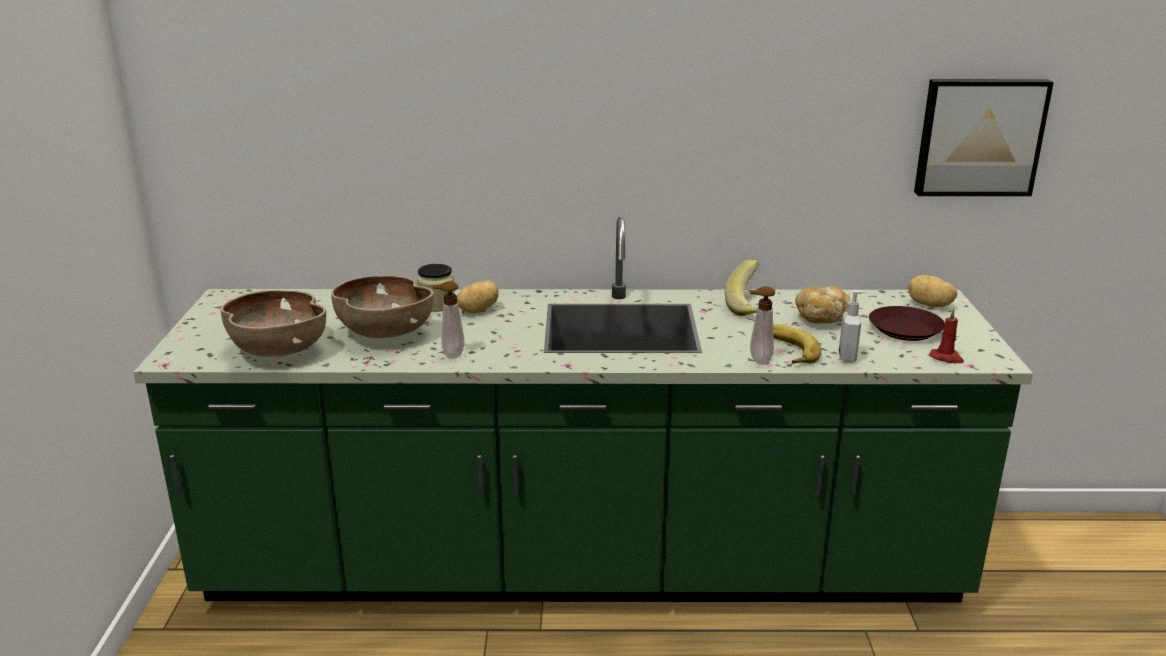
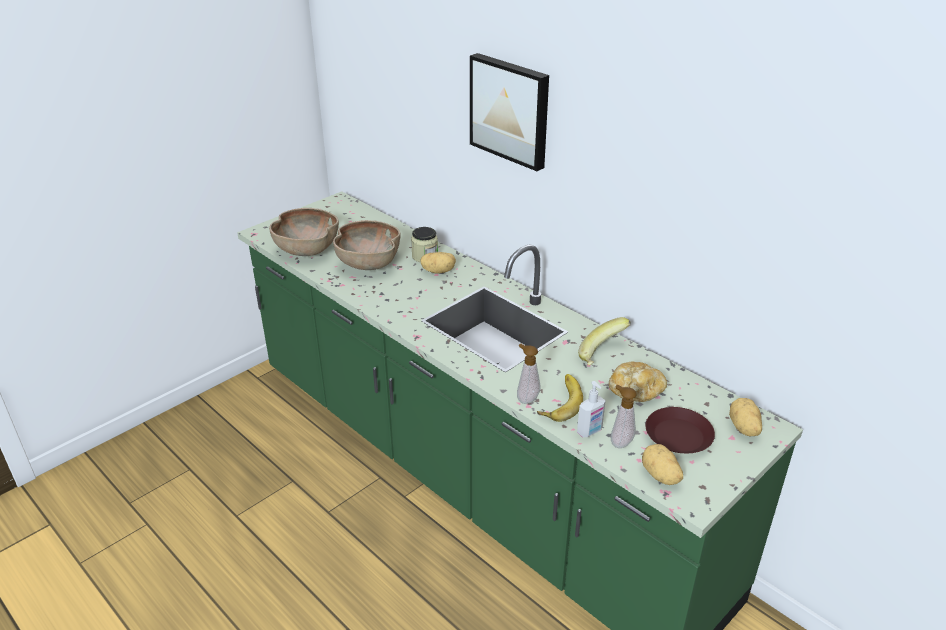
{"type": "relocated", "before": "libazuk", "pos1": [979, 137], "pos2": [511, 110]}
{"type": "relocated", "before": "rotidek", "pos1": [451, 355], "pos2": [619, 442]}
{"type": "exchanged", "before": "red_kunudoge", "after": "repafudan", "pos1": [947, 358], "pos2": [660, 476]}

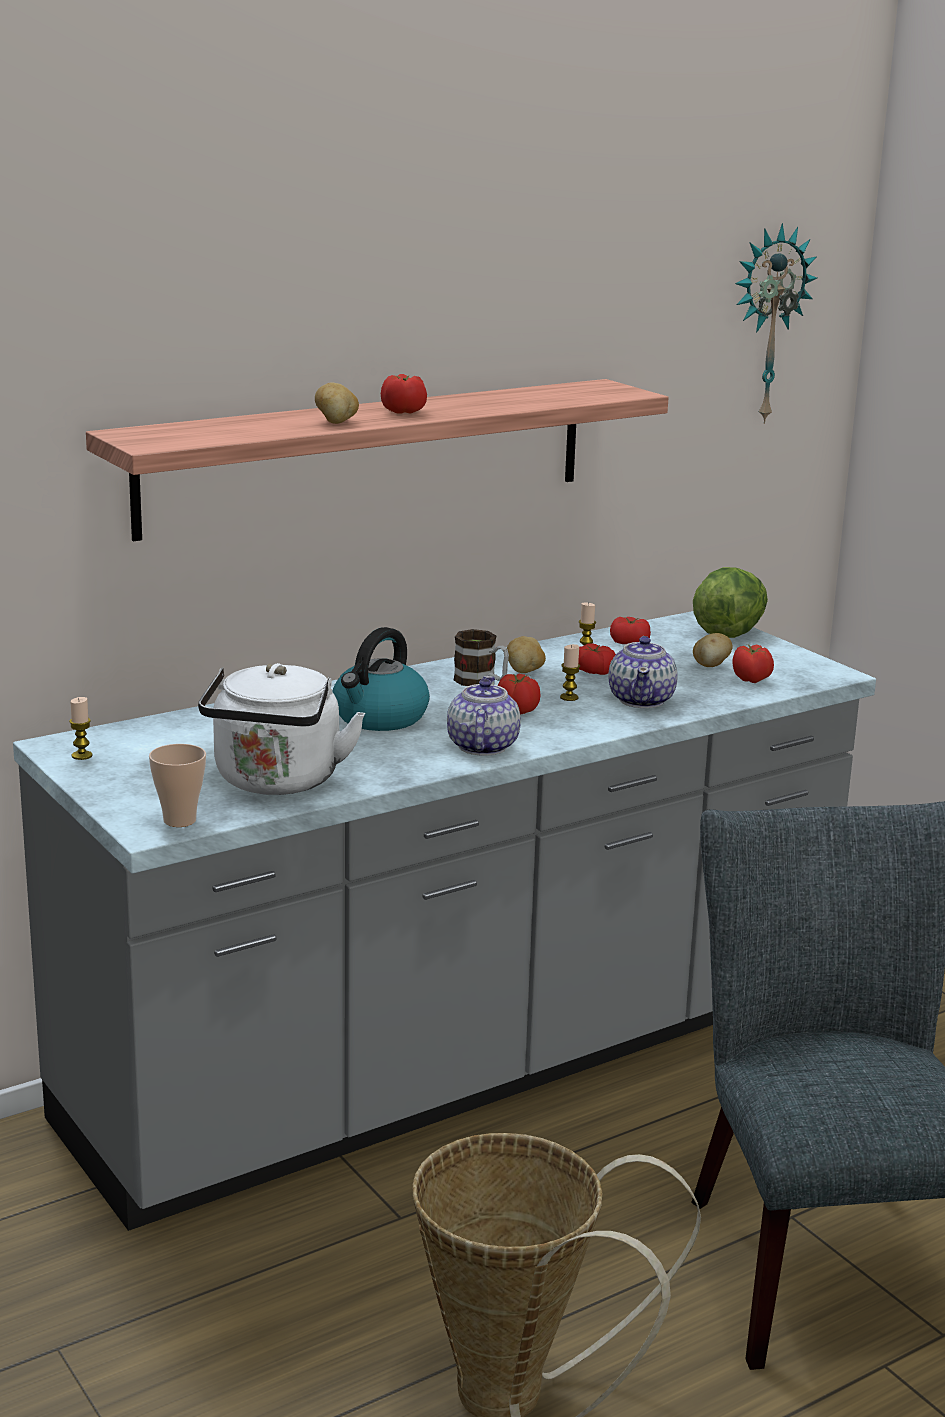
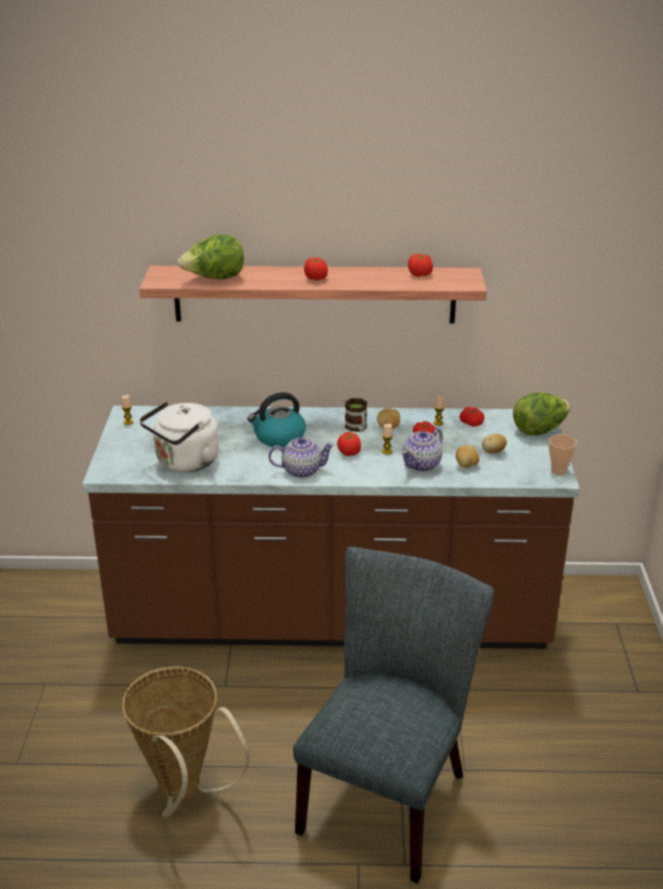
{"type": "missing", "before": "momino", "pos1": [767, 324]}
{"type": "relocated", "before": "repafudan", "pos1": [336, 422], "pos2": [466, 465]}
{"type": "colour", "before": "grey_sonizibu", "after": "brown_sonizibu", "pos1": [462, 1063], "pos2": [331, 619]}
{"type": "relocated", "before": "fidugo", "pos1": [751, 679], "pos2": [420, 275]}
{"type": "spun", "before": "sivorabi", "pos1": [481, 747], "pos2": [301, 470], "turn": 45}
{"type": "relocated", "before": "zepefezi", "pos1": [179, 820], "pos2": [558, 471]}
{"type": "appeared", "after": "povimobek", "pos2": [214, 279]}

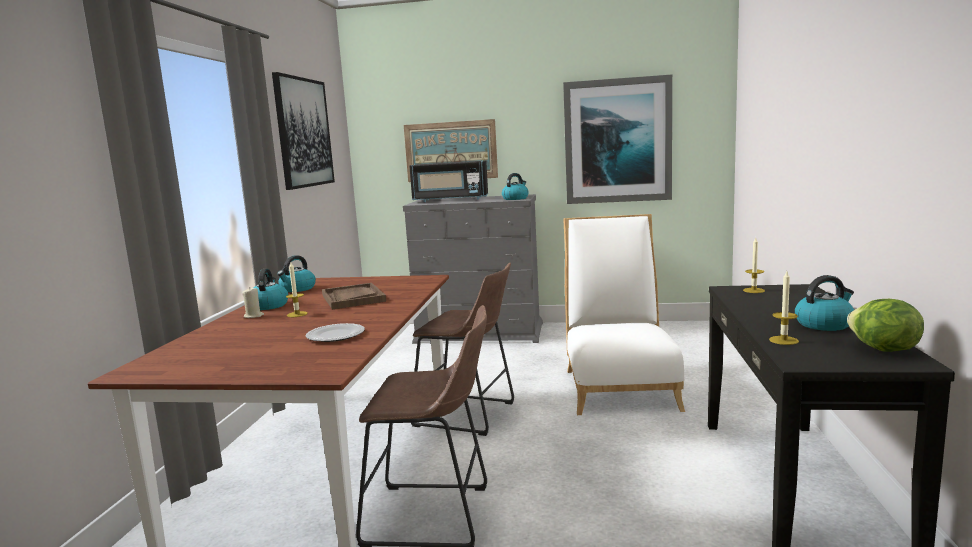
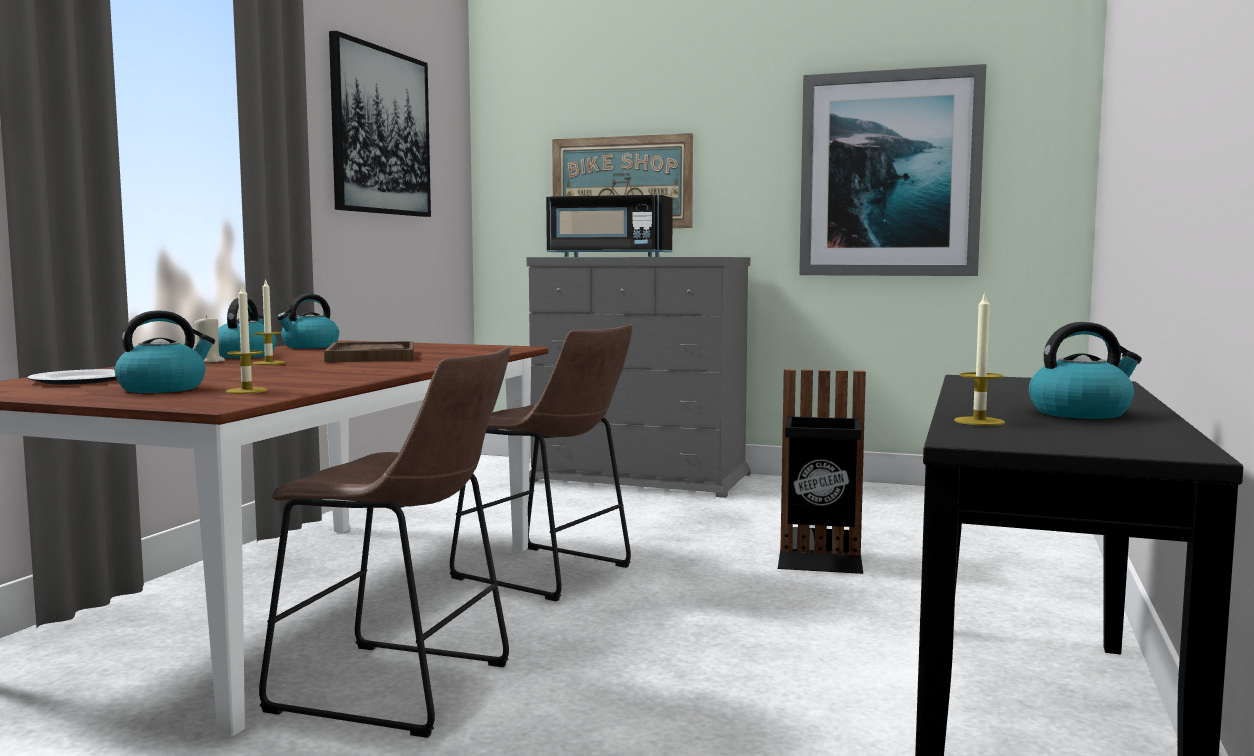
{"type": "relocated", "before": "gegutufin", "pos1": [515, 198], "pos2": [163, 388]}
{"type": "exchanged", "before": "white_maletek", "after": "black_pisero", "pos1": [619, 385], "pos2": [820, 562]}
{"type": "relocated", "before": "kunudoge", "pos1": [754, 290], "pos2": [247, 391]}
{"type": "missing", "before": "povimobek", "pos1": [883, 350]}
{"type": "relocated", "before": "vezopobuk", "pos1": [335, 335], "pos2": [79, 380]}

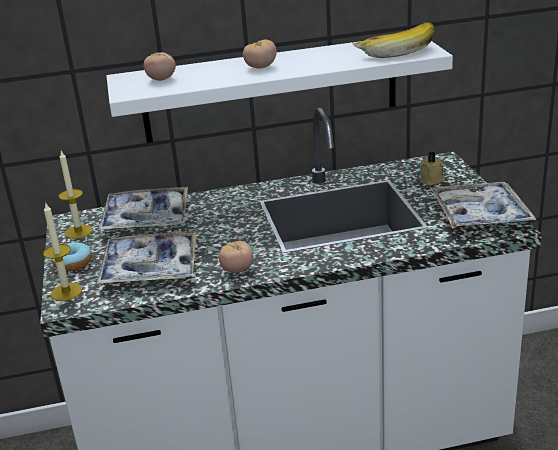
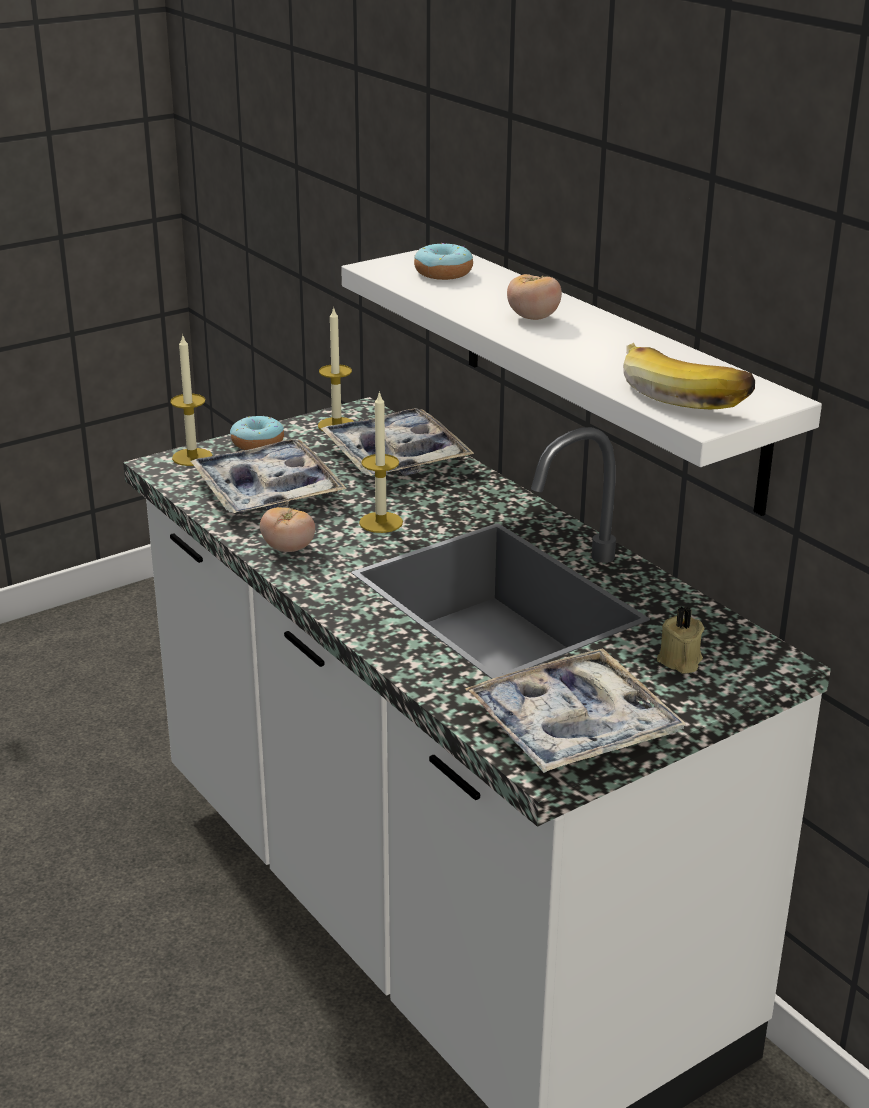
{"type": "exchanged", "before": "fidugo", "after": "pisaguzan", "pos1": [161, 79], "pos2": [443, 273]}
{"type": "appeared", "after": "kunudoge", "pos2": [381, 522]}

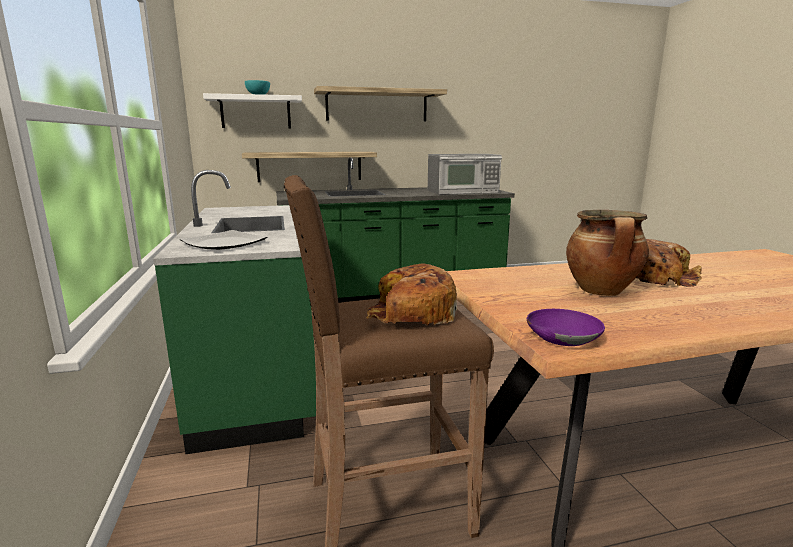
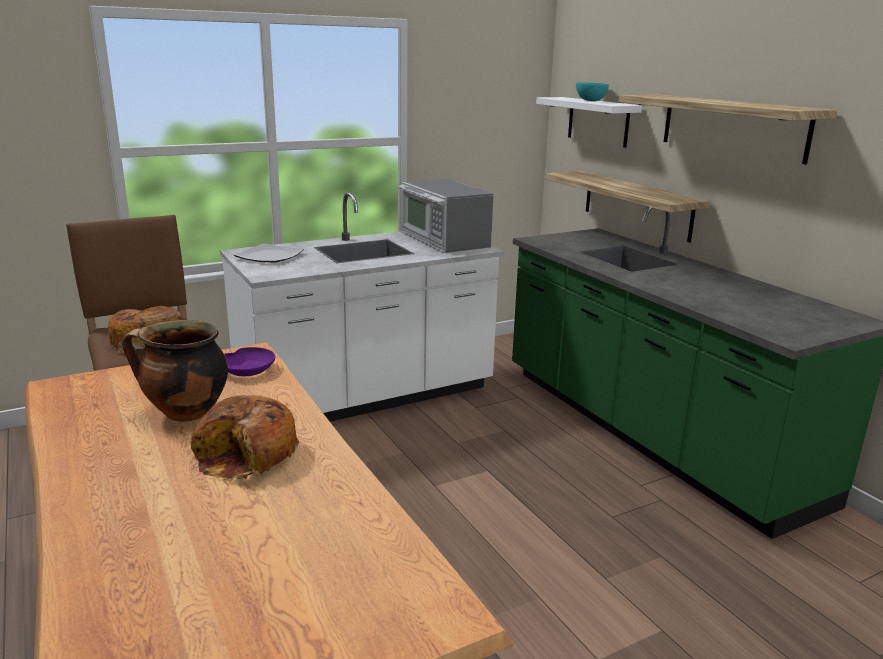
{"type": "relocated", "before": "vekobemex", "pos1": [463, 191], "pos2": [443, 240]}
{"type": "colour", "before": "green_sonizibu", "after": "white_sonizibu", "pos1": [263, 372], "pos2": [366, 396]}
{"type": "relocated", "before": "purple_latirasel", "pos1": [562, 336], "pos2": [249, 369]}

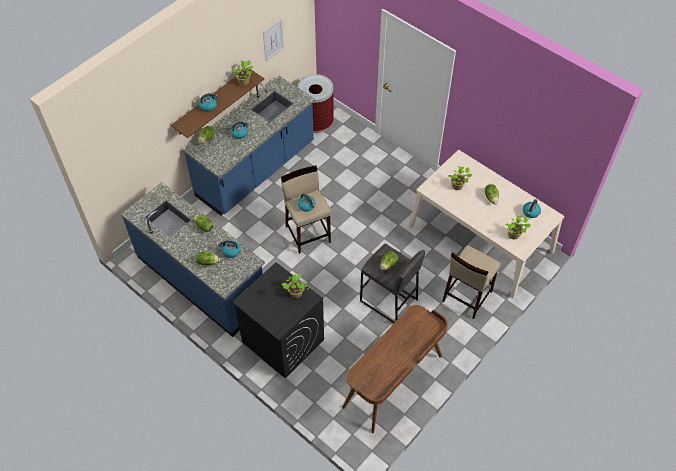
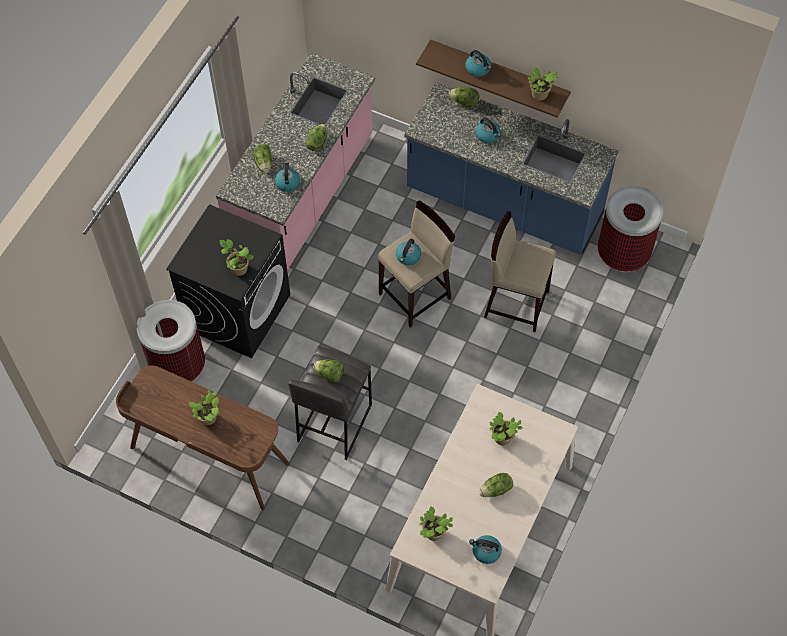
{"type": "missing", "before": "libazuk", "pos1": [273, 40]}
{"type": "colour", "before": "blue_sonizibu", "after": "pink_sonizibu", "pos1": [202, 279], "pos2": [304, 196]}
{"type": "relocated", "before": "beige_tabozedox", "pos1": [466, 296], "pos2": [516, 303]}
{"type": "appeared", "after": "pisero", "pos2": [178, 366]}
{"type": "appeared", "after": "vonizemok", "pos2": [209, 418]}

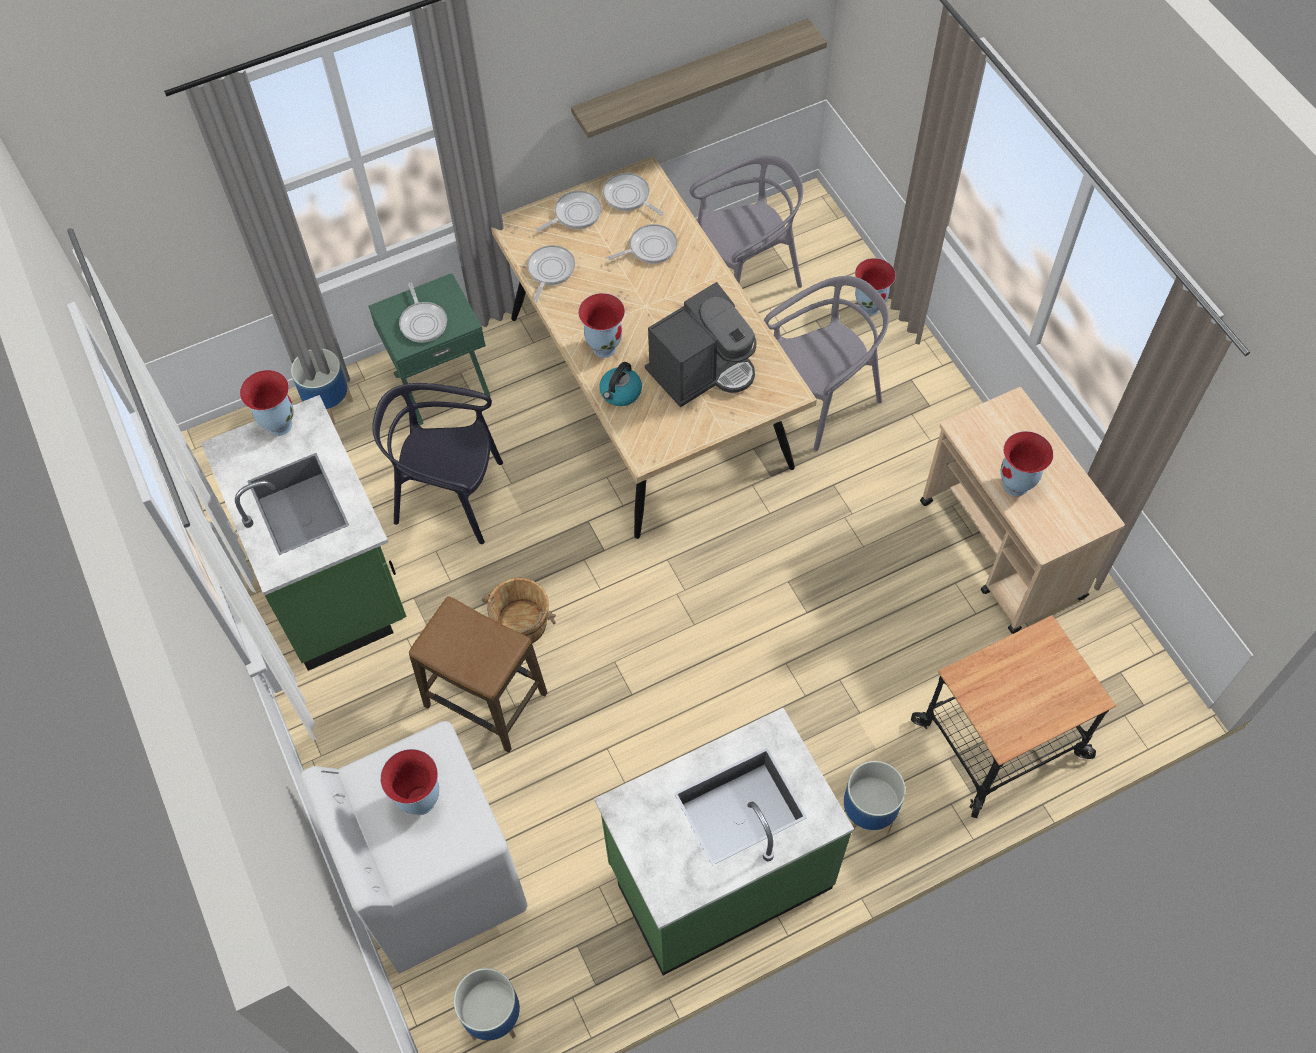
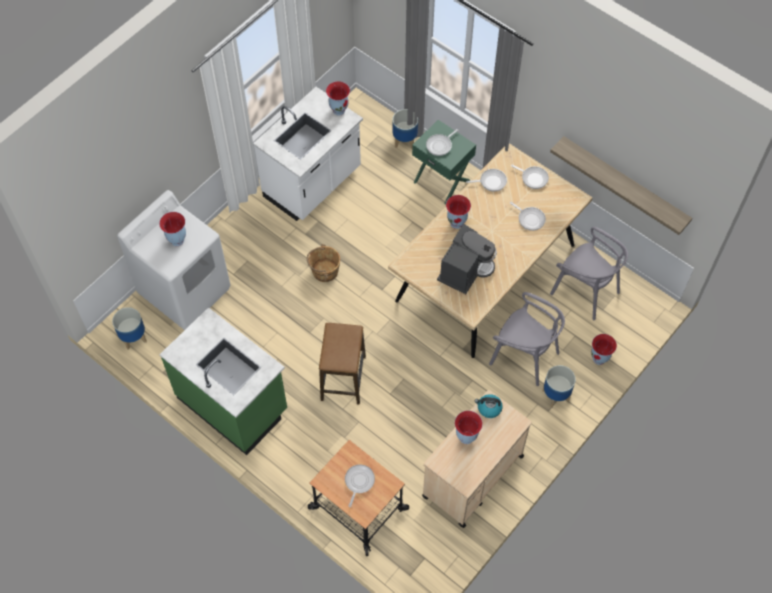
{"type": "relocated", "before": "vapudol", "pos1": [628, 197], "pos2": [358, 482]}
{"type": "spun", "before": "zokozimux", "pos1": [702, 370], "pos2": [465, 270], "turn": -90}
{"type": "relocated", "before": "gegutufin", "pos1": [620, 393], "pos2": [489, 408]}
{"type": "missing", "before": "black_maletek", "pos1": [450, 497]}
{"type": "colour", "before": "green_sonizibu", "after": "white_sonizibu", "pos1": [331, 578], "pos2": [313, 184]}
{"type": "relocated", "before": "tabozedox", "pos1": [485, 700], "pos2": [343, 378]}
{"type": "relocated", "before": "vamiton", "pos1": [868, 814], "pos2": [555, 395]}

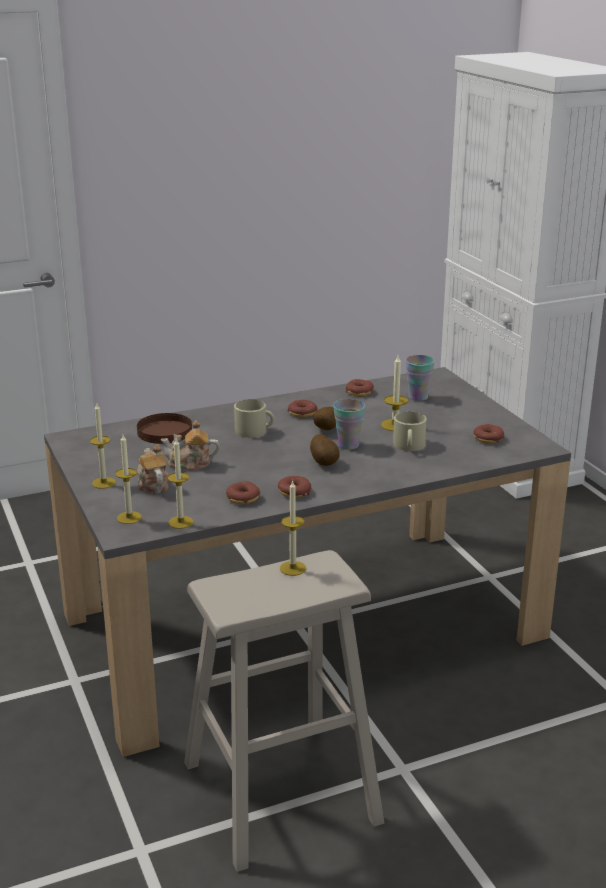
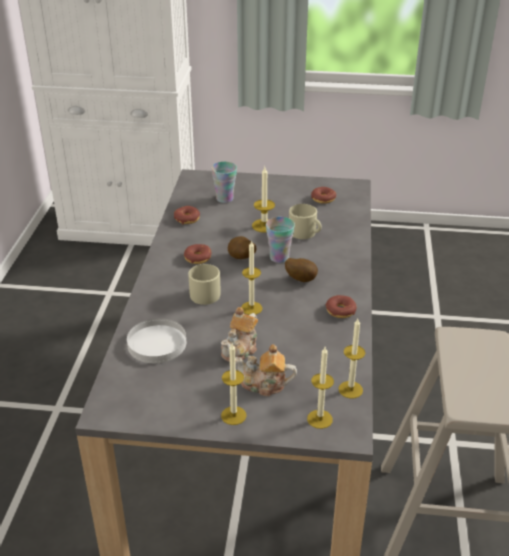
{"type": "colour", "before": "brown_vezopobuk", "after": "white_vezopobuk", "pos1": [164, 431], "pos2": [156, 343]}
{"type": "relocated", "before": "kunudoge", "pos1": [293, 568], "pos2": [251, 308]}
{"type": "missing", "before": "pisaguzan", "pos1": [243, 498]}

